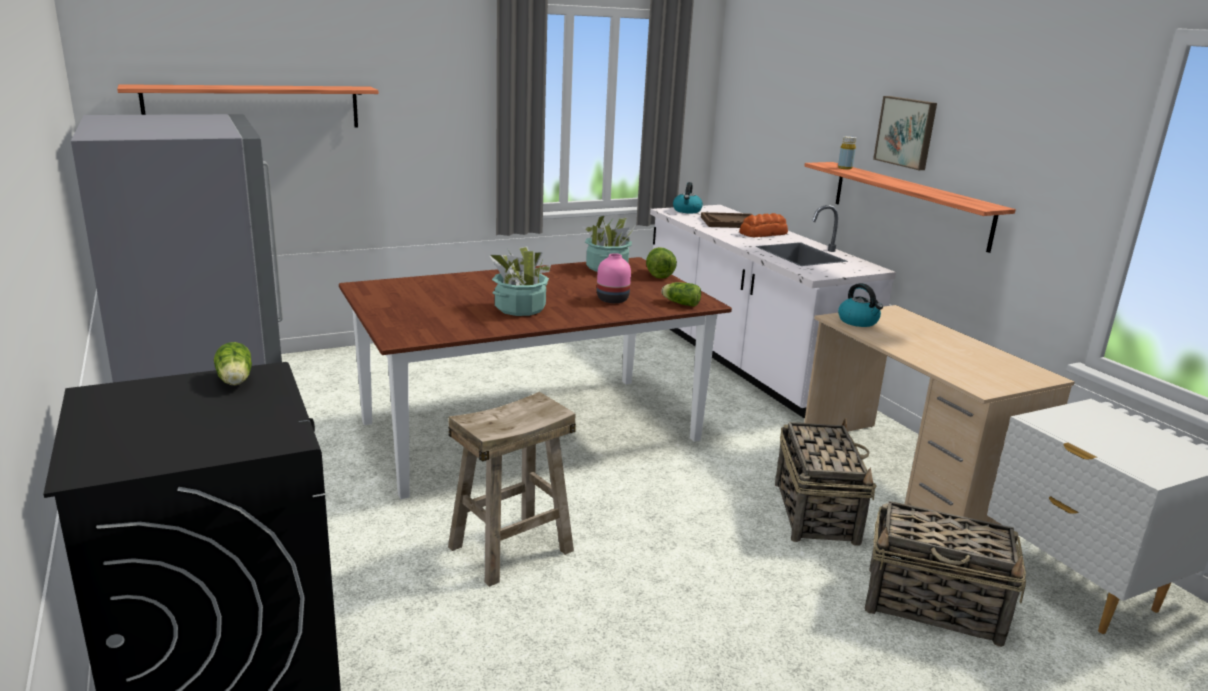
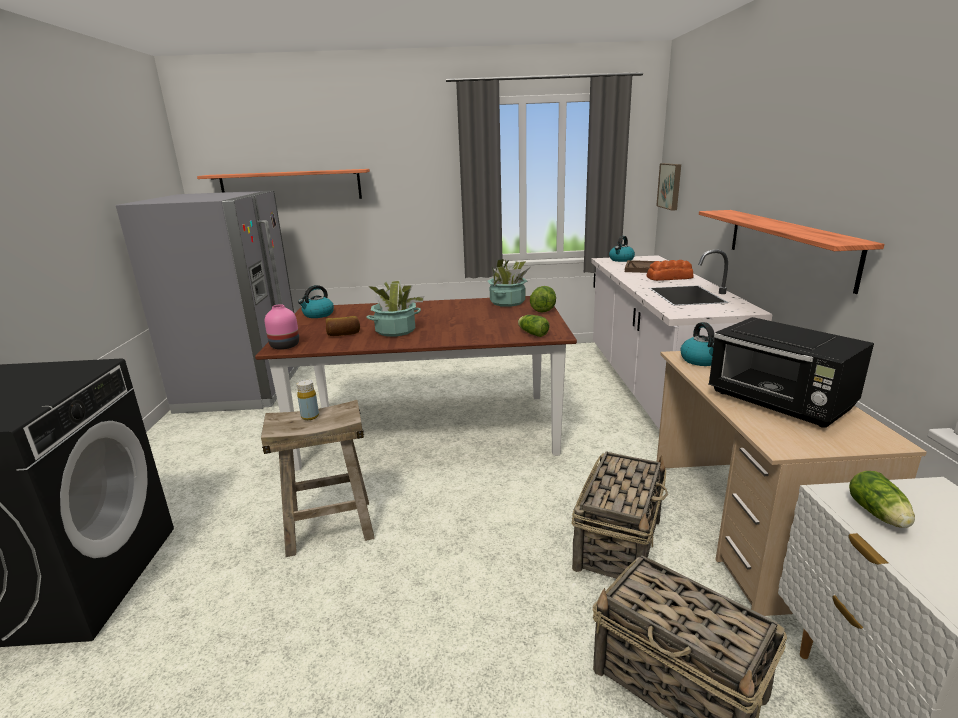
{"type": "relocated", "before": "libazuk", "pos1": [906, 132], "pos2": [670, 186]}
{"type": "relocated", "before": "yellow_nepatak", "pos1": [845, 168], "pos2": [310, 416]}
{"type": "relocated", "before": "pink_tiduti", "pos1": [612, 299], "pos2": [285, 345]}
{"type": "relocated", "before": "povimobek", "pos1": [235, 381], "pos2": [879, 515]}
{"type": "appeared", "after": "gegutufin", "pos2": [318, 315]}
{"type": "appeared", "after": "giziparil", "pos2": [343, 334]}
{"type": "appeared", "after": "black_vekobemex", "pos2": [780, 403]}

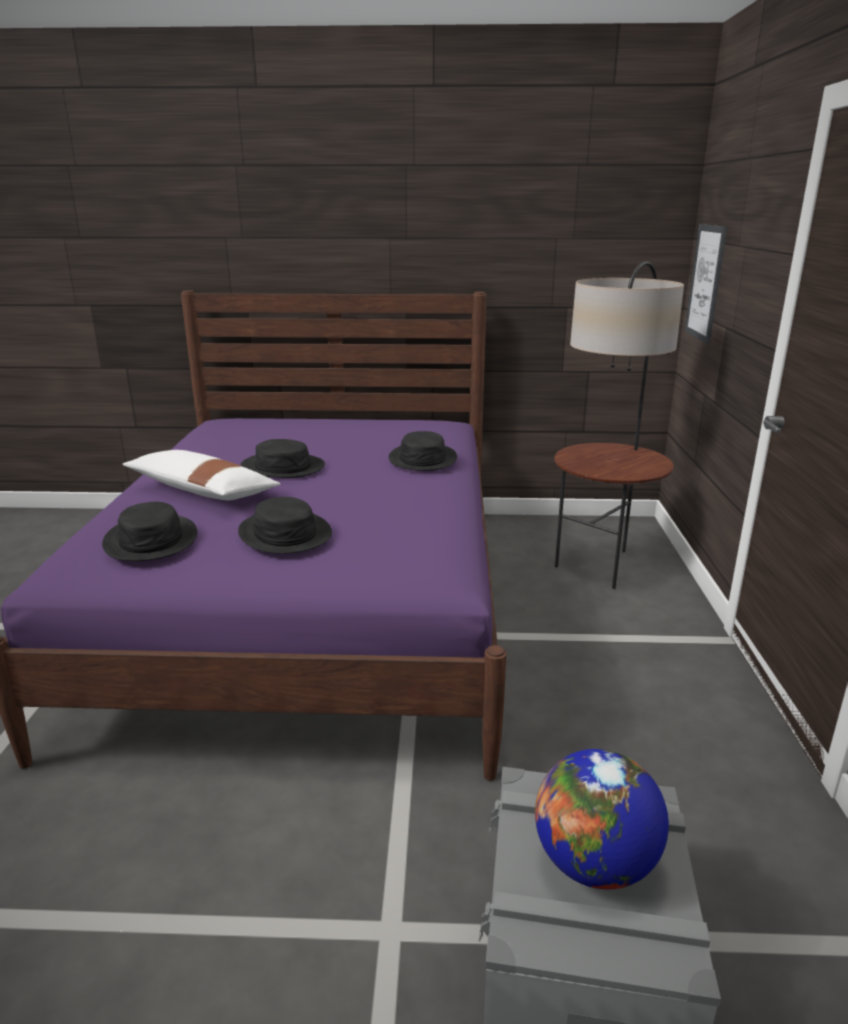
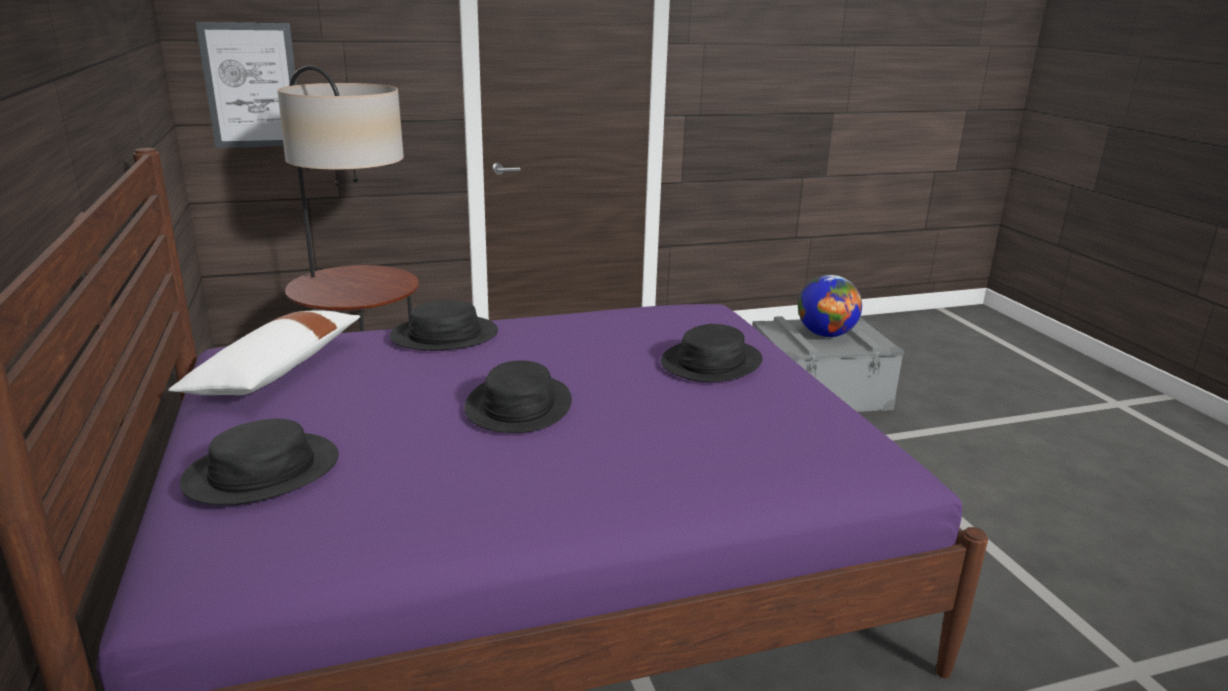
{"type": "relocated", "before": "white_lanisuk", "pos1": [202, 491], "pos2": [276, 371]}
{"type": "relocated", "before": "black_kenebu", "pos1": [151, 540], "pos2": [262, 471]}

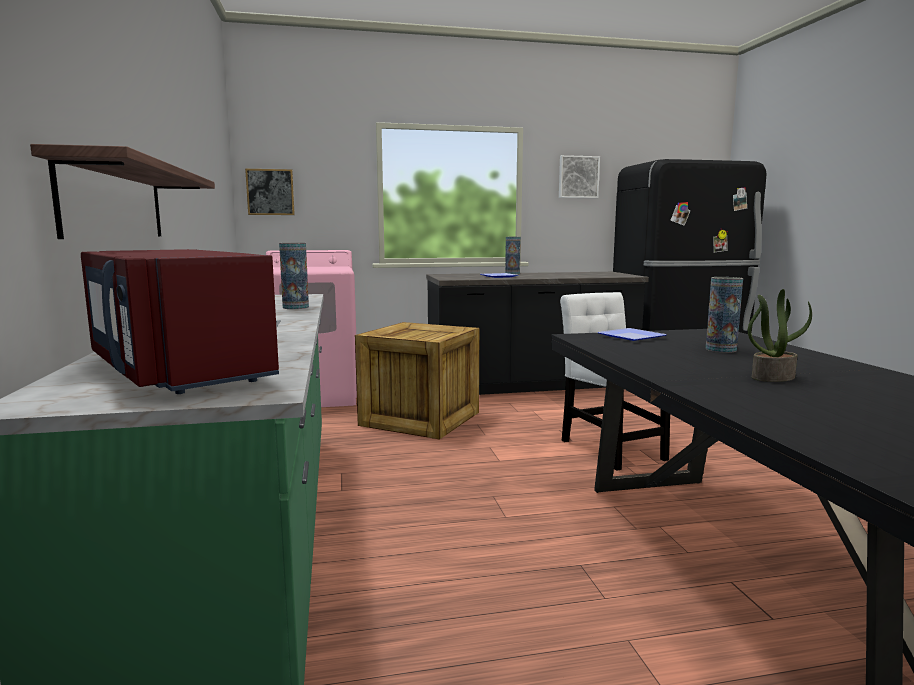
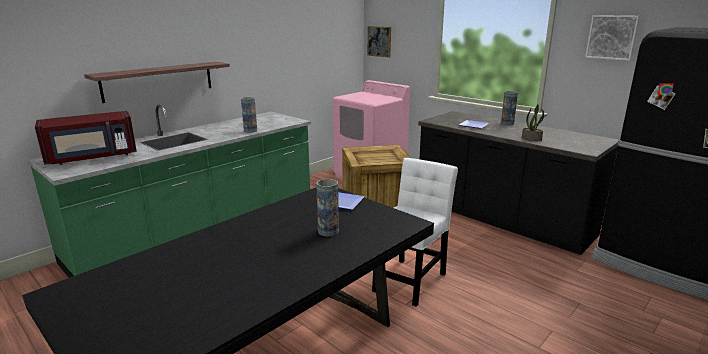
{"type": "spun", "before": "red_vekobemex", "pos1": [177, 371], "pos2": [92, 157], "turn": -135}
{"type": "relocated", "before": "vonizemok", "pos1": [772, 377], "pos2": [531, 139]}

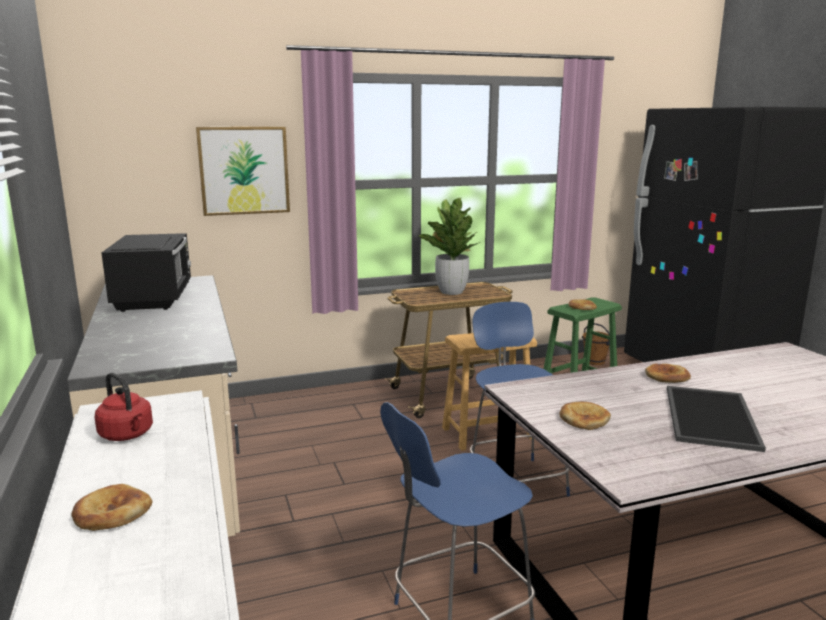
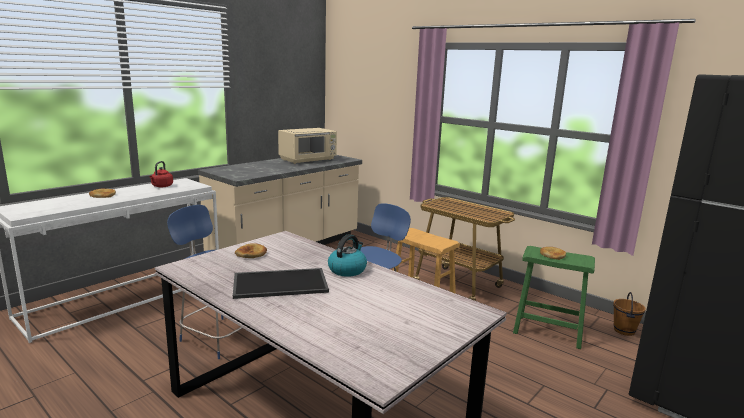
{"type": "missing", "before": "libazuk", "pos1": [244, 170]}
{"type": "missing", "before": "vonizemok", "pos1": [451, 292]}
{"type": "colour", "before": "black_vekobemex", "after": "beige_vekobemex", "pos1": [155, 298], "pos2": [308, 160]}
{"type": "exchanged", "before": "giziparil", "after": "gegutufin", "pos1": [666, 377], "pos2": [347, 270]}

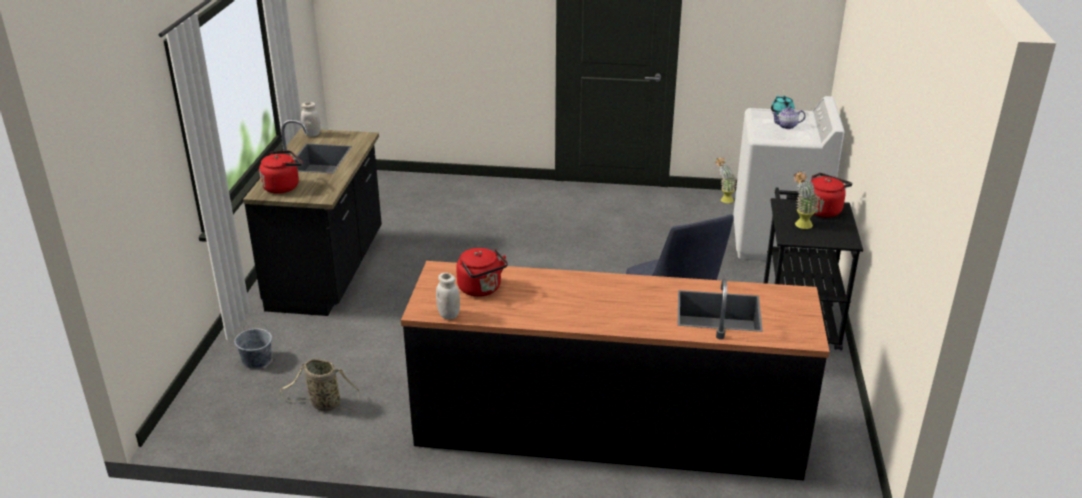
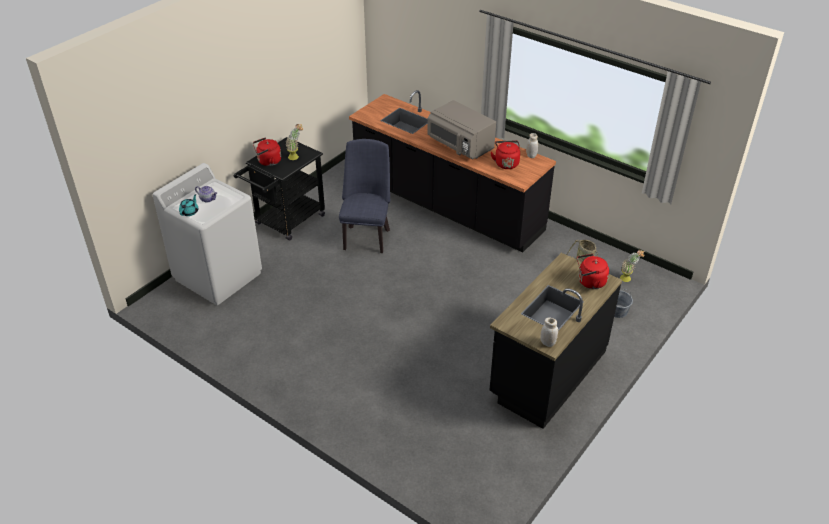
{"type": "relocated", "before": "vonizemok", "pos1": [723, 200], "pos2": [628, 279]}
{"type": "appeared", "after": "grey_vekobemex", "pos2": [460, 146]}

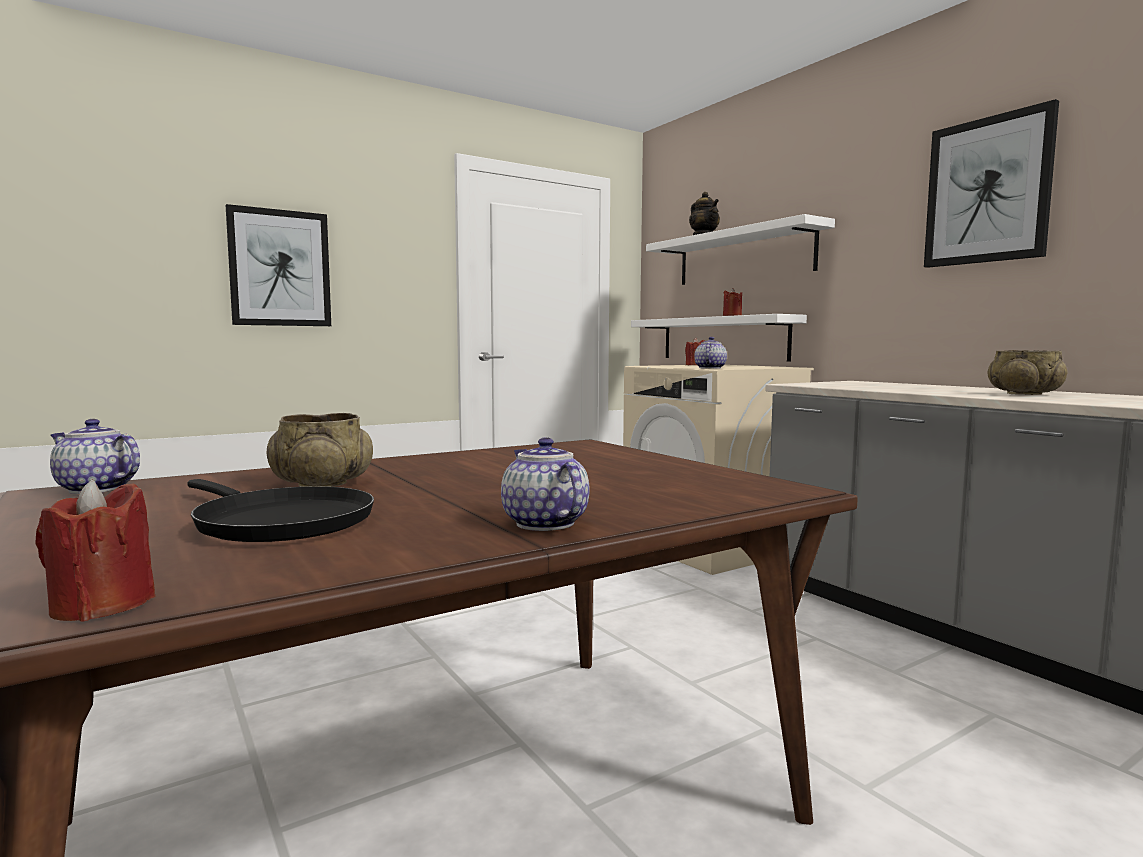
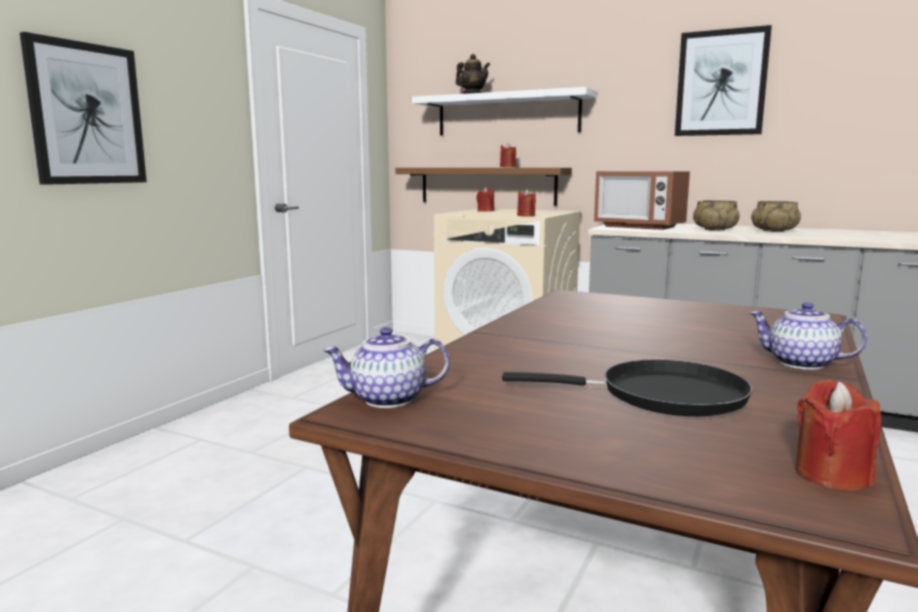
{"type": "colour", "before": "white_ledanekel", "after": "brown_ledanekel", "pos1": [722, 339], "pos2": [487, 185]}
{"type": "exchanged", "before": "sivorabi", "after": "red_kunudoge", "pos1": [709, 368], "pos2": [526, 216]}
{"type": "relocated", "before": "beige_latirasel", "pos1": [322, 484], "pos2": [715, 230]}
{"type": "appeared", "after": "vekobemex", "pos2": [639, 227]}

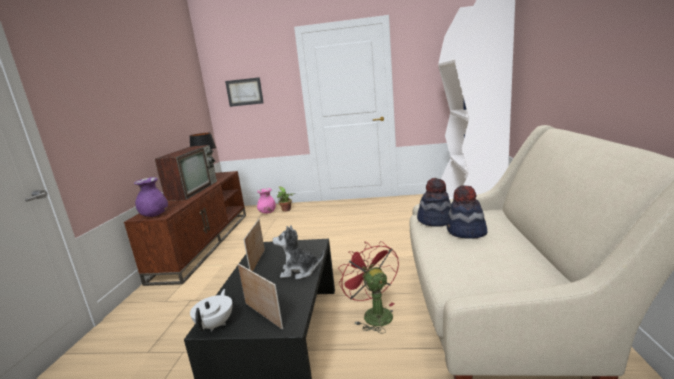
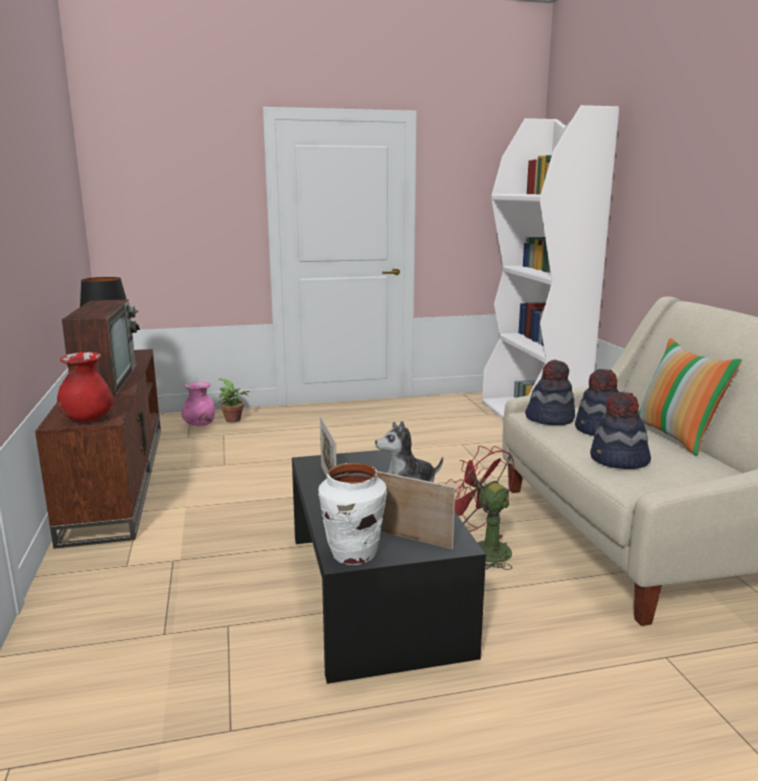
{"type": "missing", "before": "libazuk", "pos1": [244, 92]}
{"type": "colour", "before": "purple_tiduti", "after": "red_tiduti", "pos1": [155, 215], "pos2": [87, 419]}
{"type": "exchanged", "before": "white_sivorabi", "after": "white_tiduti", "pos1": [216, 324], "pos2": [353, 554]}
{"type": "appeared", "after": "lanisuk", "pos2": [676, 437]}
{"type": "appeared", "after": "kenebu", "pos2": [618, 461]}

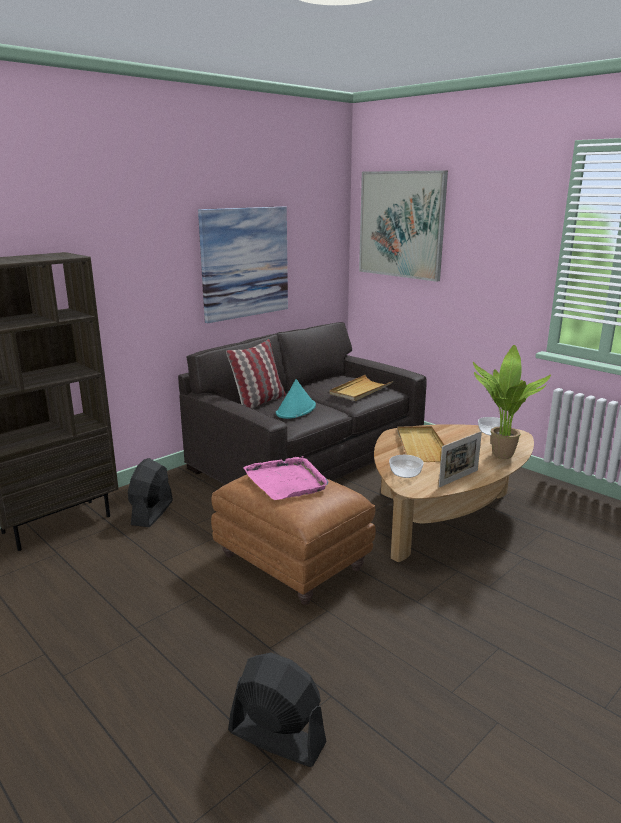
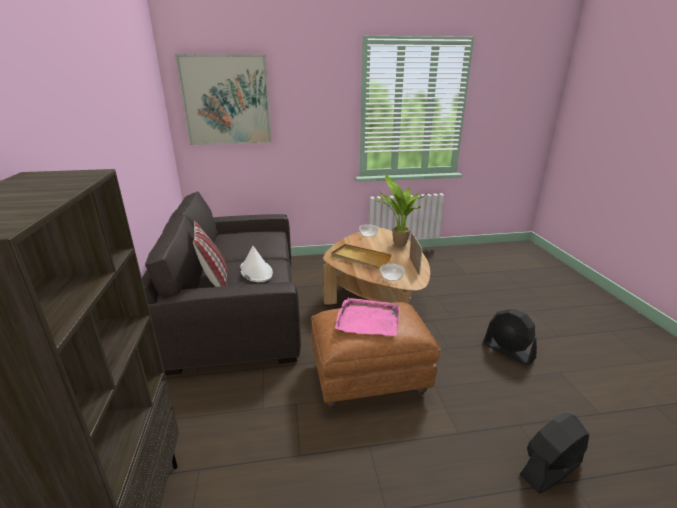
{"type": "missing", "before": "libazuk", "pos1": [245, 263]}
{"type": "missing", "before": "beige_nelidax", "pos1": [360, 390]}
{"type": "colour", "before": "turquoise_kenebu", "after": "white_kenebu", "pos1": [296, 410], "pos2": [256, 271]}
{"type": "relocated", "before": "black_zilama", "pos1": [152, 513], "pos2": [508, 351]}

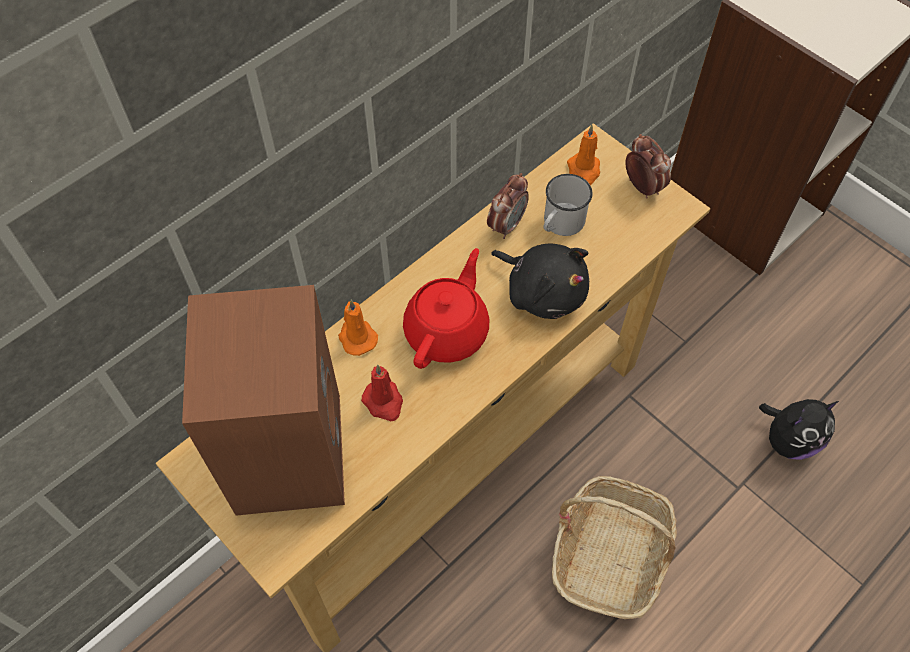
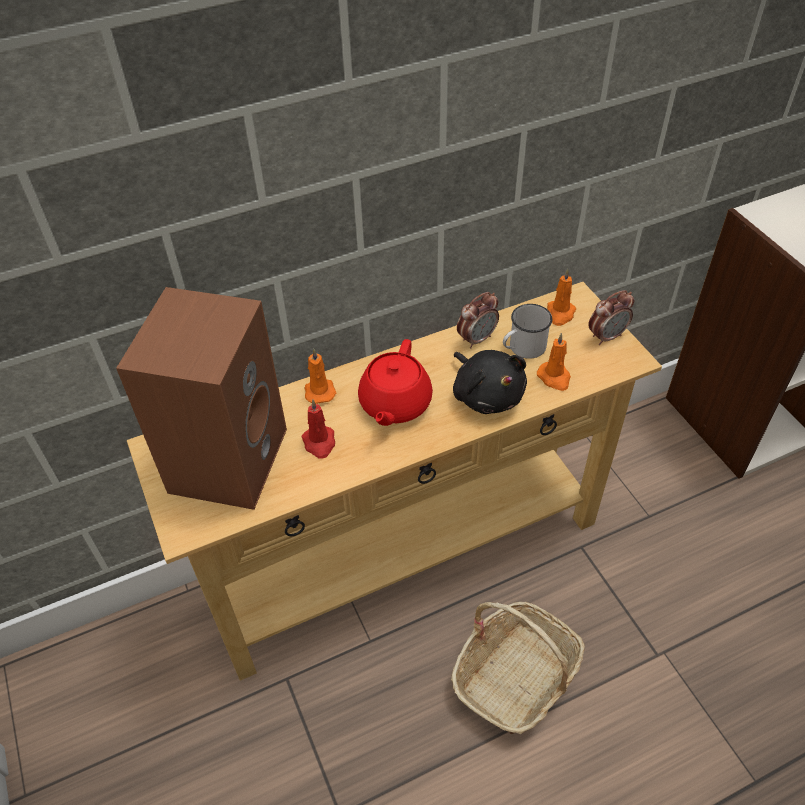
{"type": "spun", "before": "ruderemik", "pos1": [642, 187], "pos2": [606, 336], "turn": 75}
{"type": "spun", "before": "red_sivorabi", "pos1": [447, 331], "pos2": [394, 404], "turn": 150}
{"type": "missing", "before": "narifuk", "pos1": [788, 440]}
{"type": "appeared", "after": "orange_kunudoge", "pos2": [554, 378]}

